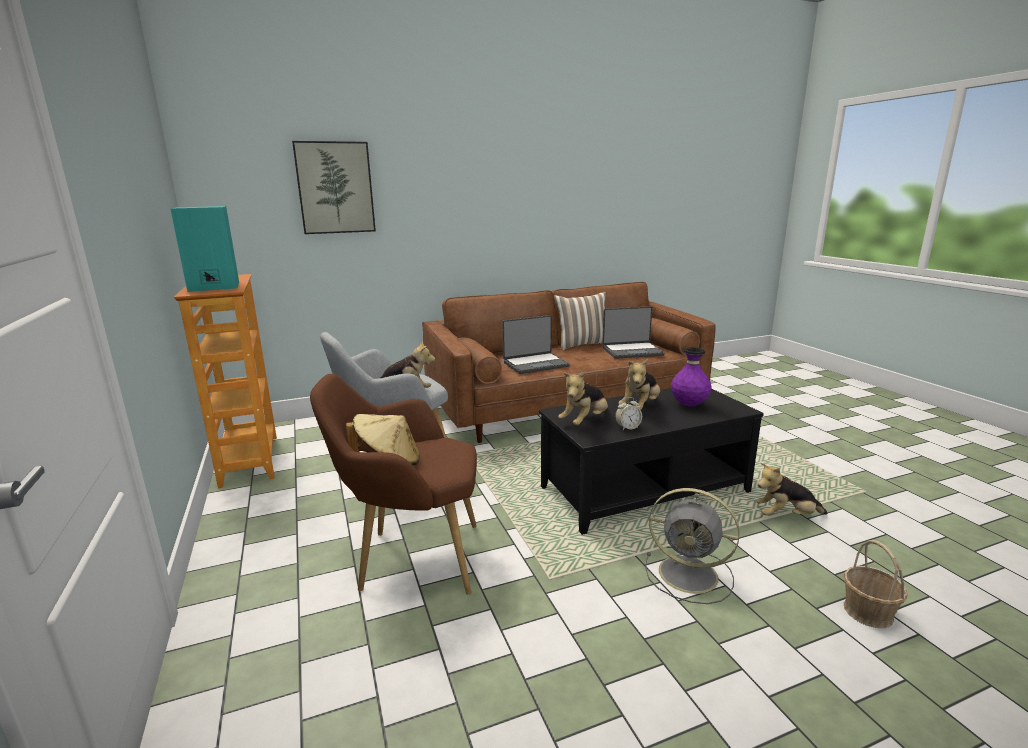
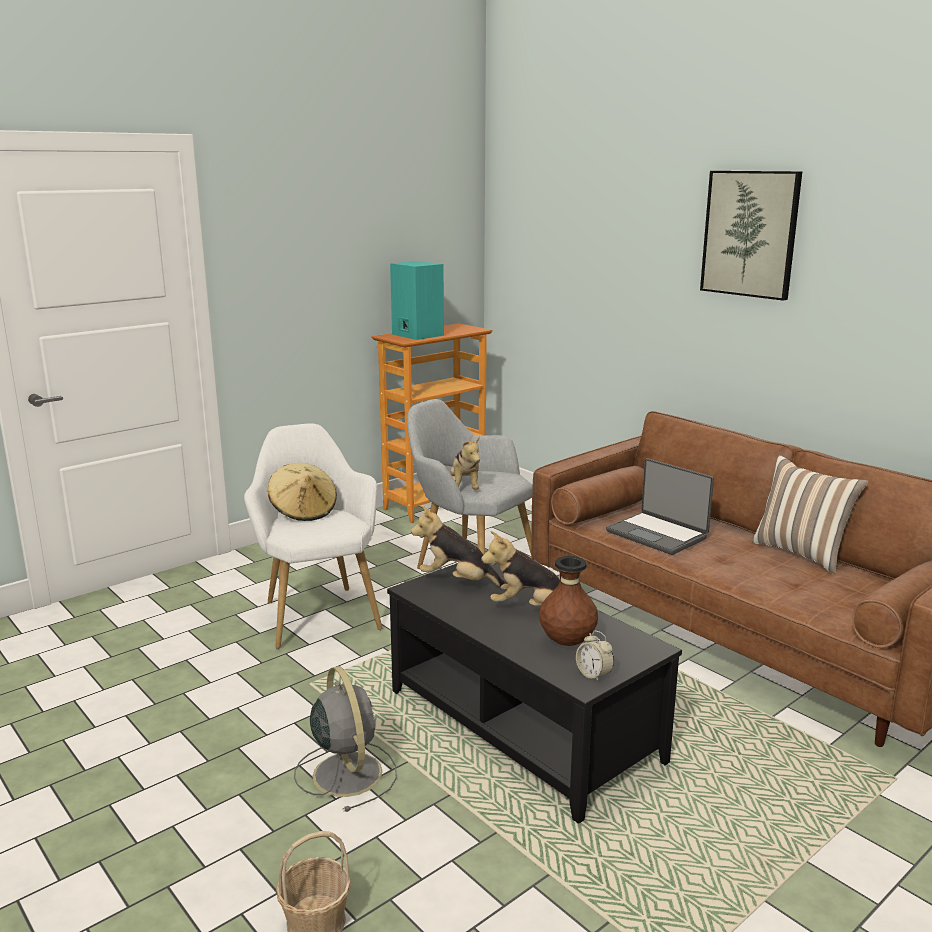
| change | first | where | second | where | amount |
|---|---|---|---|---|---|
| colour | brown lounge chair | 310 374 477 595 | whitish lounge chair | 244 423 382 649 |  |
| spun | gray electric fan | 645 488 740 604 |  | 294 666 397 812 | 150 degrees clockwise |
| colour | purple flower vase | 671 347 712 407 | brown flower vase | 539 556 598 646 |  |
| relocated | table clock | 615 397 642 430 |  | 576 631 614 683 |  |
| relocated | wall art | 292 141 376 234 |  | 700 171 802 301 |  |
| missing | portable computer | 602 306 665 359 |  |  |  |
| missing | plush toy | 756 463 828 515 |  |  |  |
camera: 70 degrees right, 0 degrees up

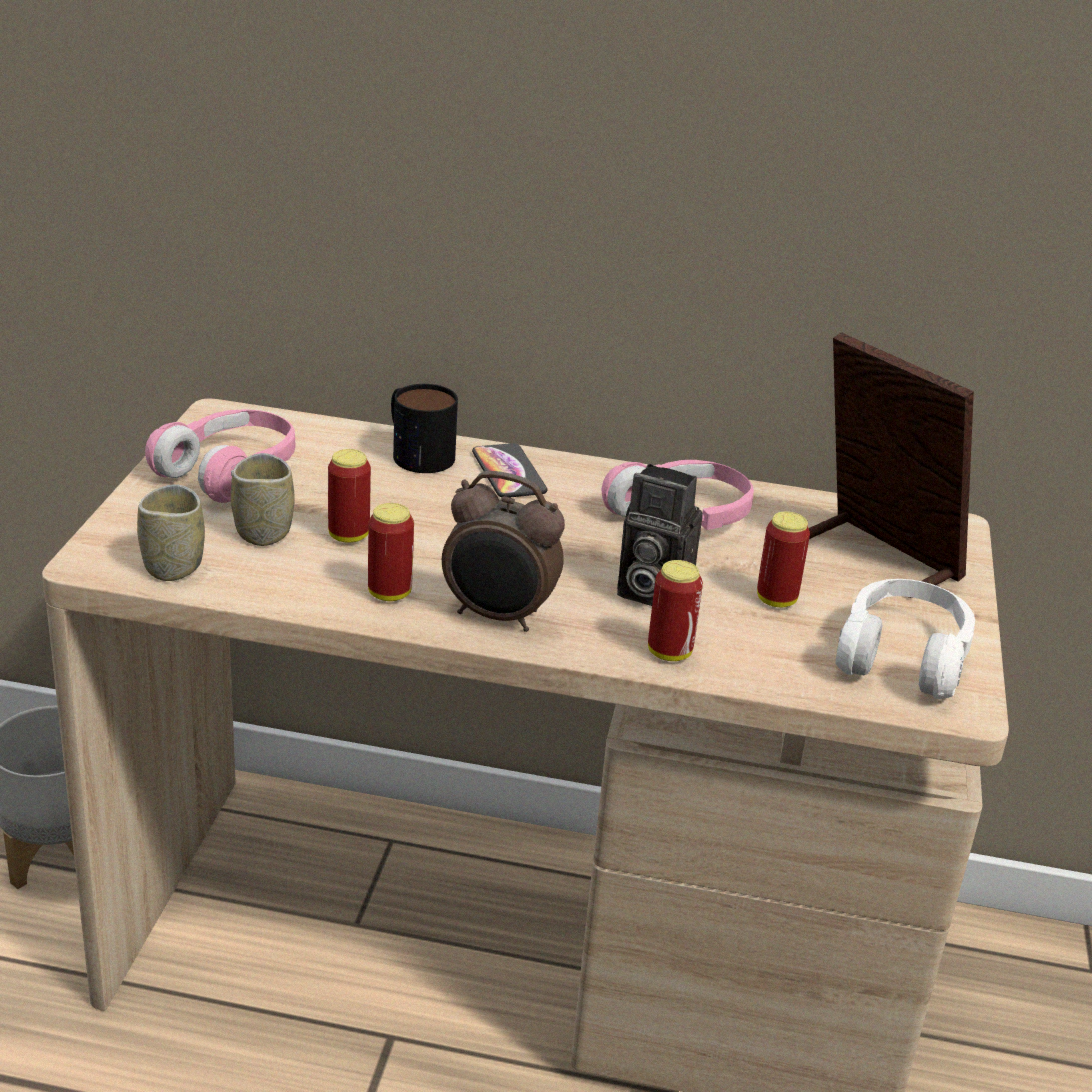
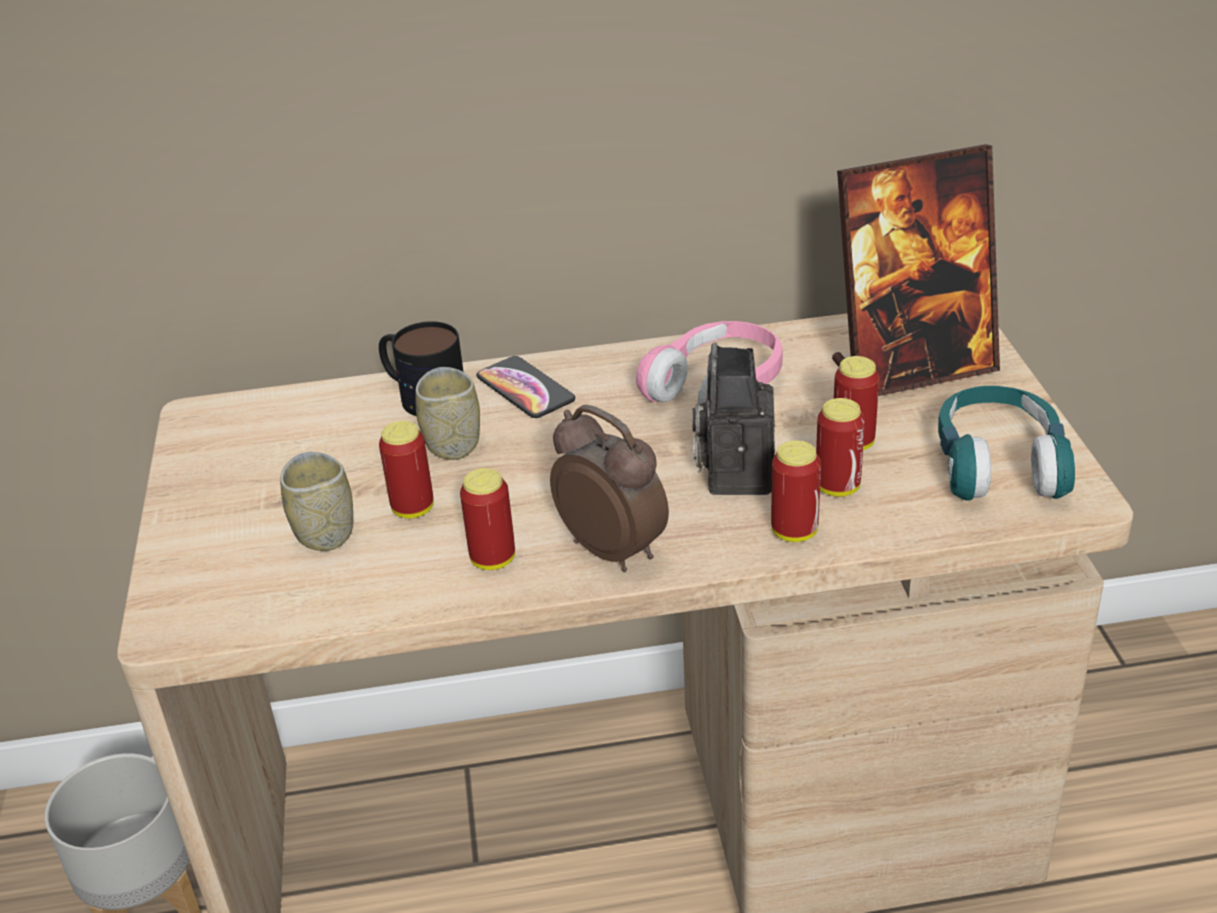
| change | first | where | second | where | amount |
|---|---|---|---|---|---|
| relocated | small cup | 137 484 205 581 |  | 415 367 480 460 |  |
| spun | table clock | 442 471 565 632 |  | 550 404 669 572 | 135 degrees counterclockwise |
| spun | still camera | 617 464 703 606 |  | 692 343 775 495 | 90 degrees clockwise |
| appeared |  |  | sealed can | 816 398 865 497 |  |
| spun | picture frame | 809 332 974 598 |  | 832 144 1000 396 | 135 degrees clockwise |
| colour | whitish headphones | 836 579 975 699 | blue-green headphones | 938 386 1075 500 |  |
| missing | pink-coloured headphones | 145 409 296 503 |  |  |  |
camera: 15 degrees left, 5 degrees up

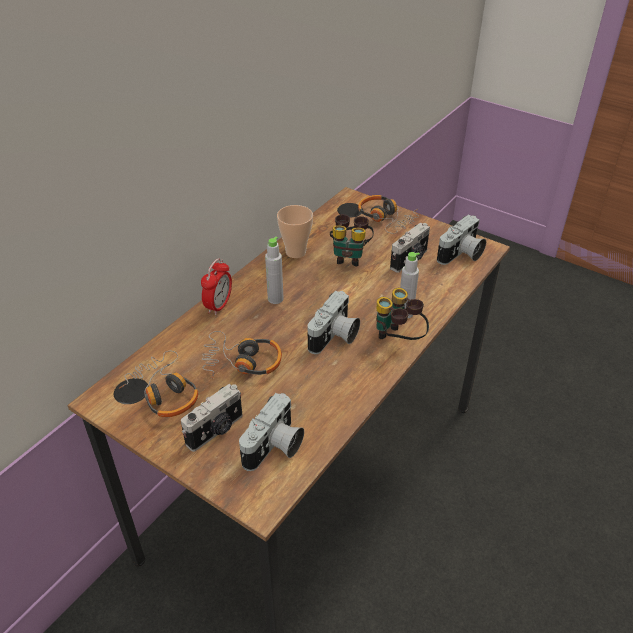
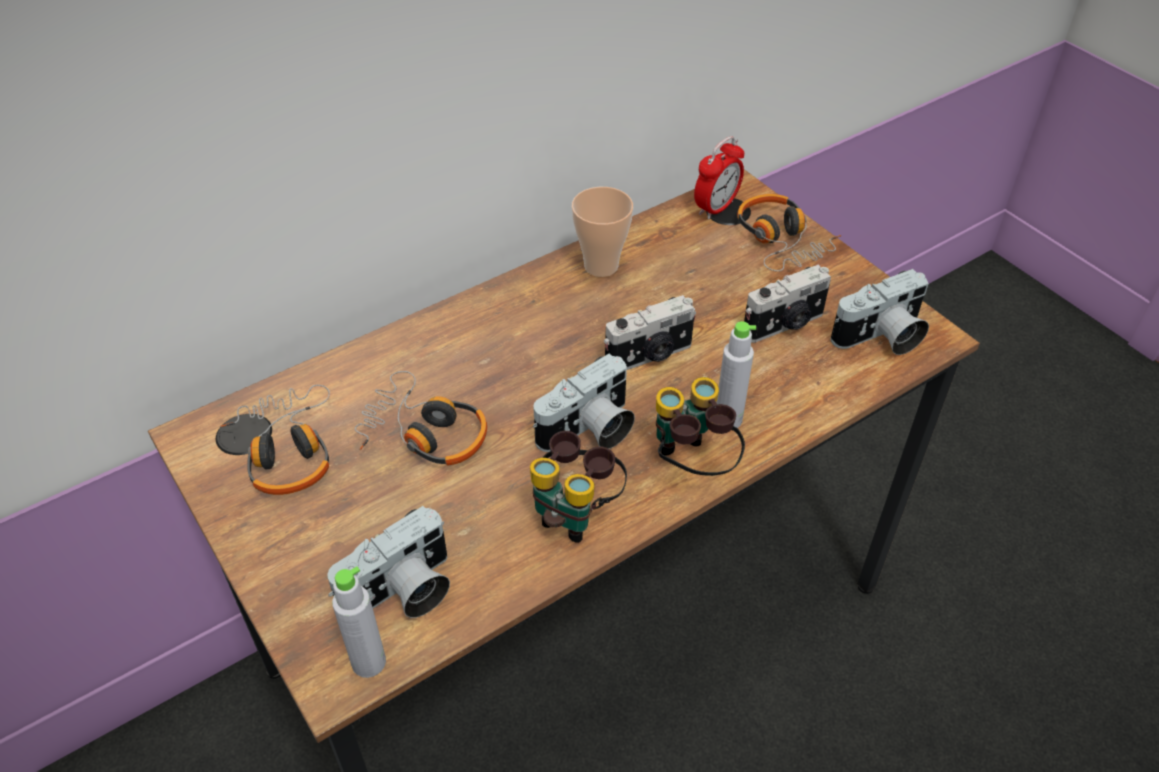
| change | first | where | second | where | amount |
|---|---|---|---|---|---|
| relocated | gray bottle | 265 237 283 304 |  | 332 566 386 678 |  |
| relocated | pair of binoculars | 330 214 374 266 |  | 530 431 627 543 |  |
| relocated | still camera | 181 384 242 452 |  | 604 295 696 370 |  |
| relocated | table clock | 201 258 232 315 |  | 694 136 744 220 |  |
camera: 20 degrees right, 5 degrees up

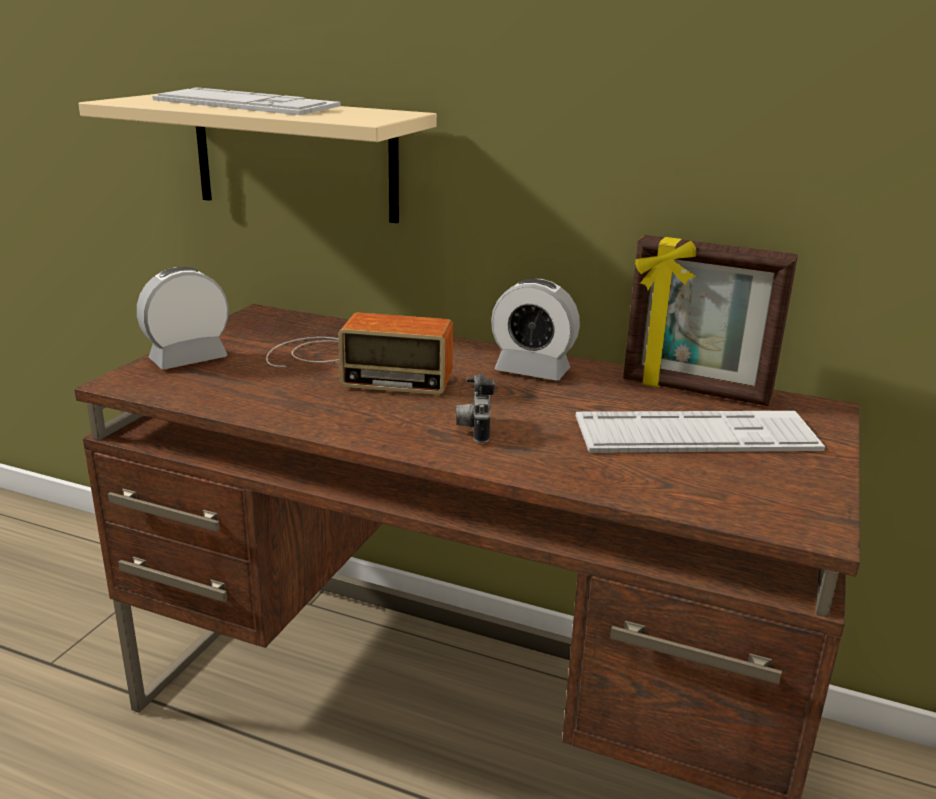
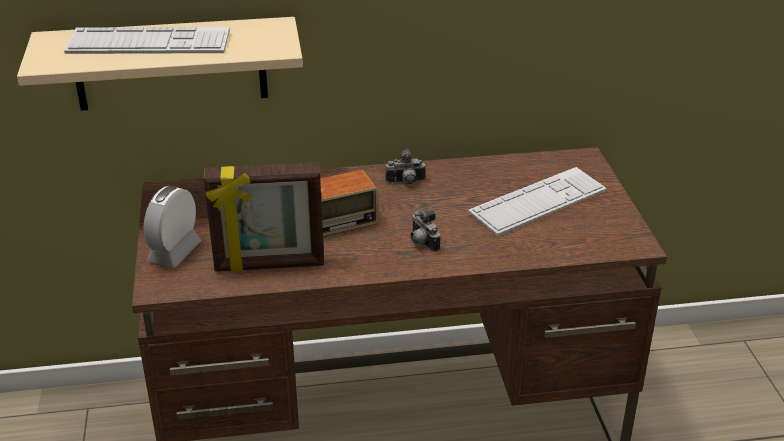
| change | first | where | second | where | amount |
|---|---|---|---|---|---|
| relocated | picture frame | 623 235 798 406 |  | 204 162 324 272 |  |
| exchanged | table clock | 491 279 580 381 | still camera | 385 149 426 185 |  |
camera: 30 degrees left, 10 degrees up

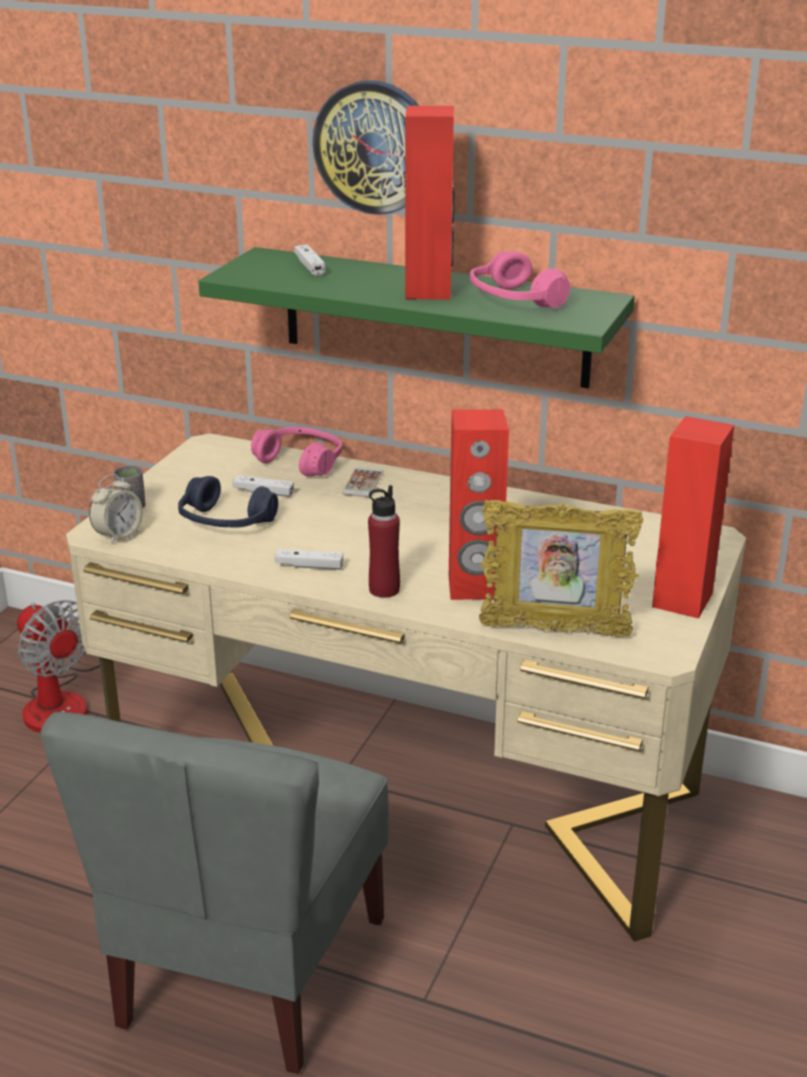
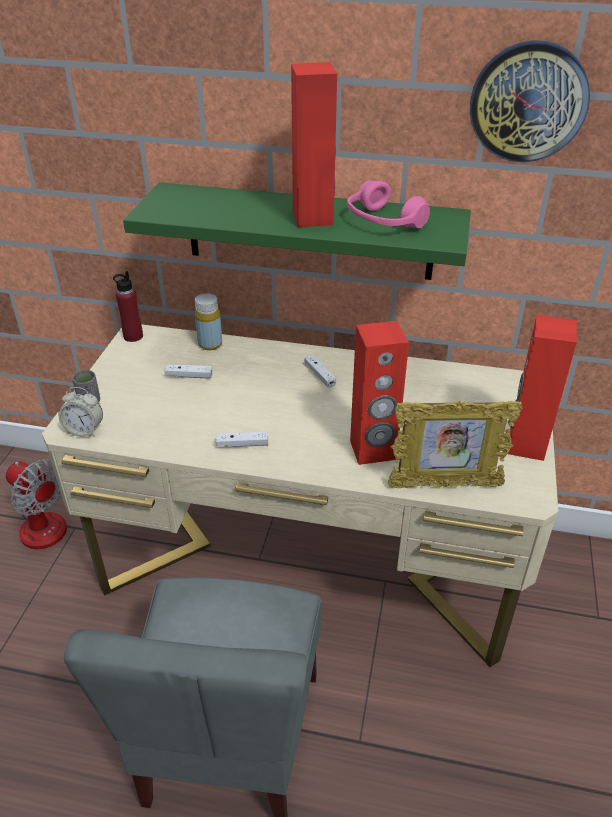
| change | first | where | second | where | amount |
|---|---|---|---|---|---|
| spun | table clock | 89 474 143 544 |  | 58 387 103 437 | 75 degrees clockwise |
| relocated | red bottle | 368 485 400 598 |  | 113 271 143 342 |  |
| exchanged | pink-coloured headphones | 251 427 342 477 | yellow-coloured bottle | 195 293 222 350 |  |
| relocated | whitish gamepad | 294 245 325 276 |  | 304 355 336 388 |  |
| relocated | hanging clock | 312 80 419 215 |  | 470 40 590 162 |  |
| missing | blue headphones | 178 476 278 528 |  |  |  |
| missing | phone | 342 467 384 497 |  |  |  |
camera: 10 degrees left, 10 degrees up

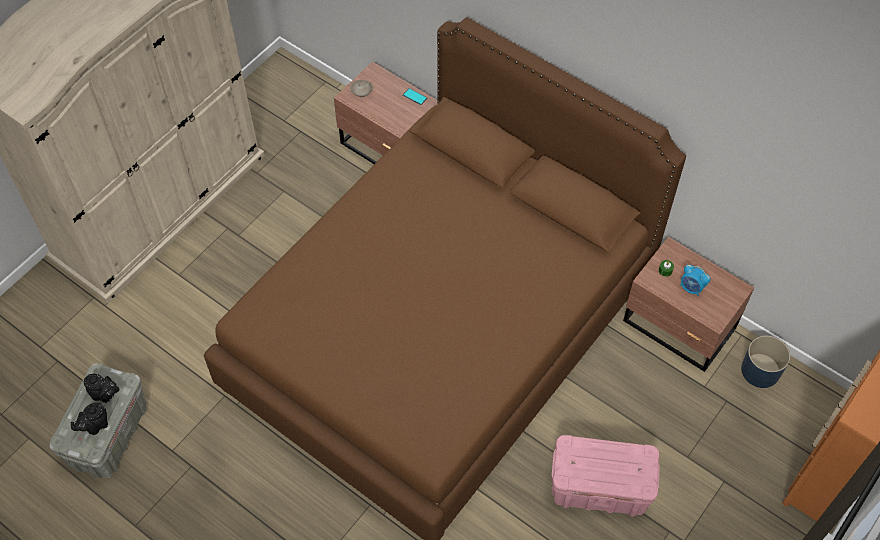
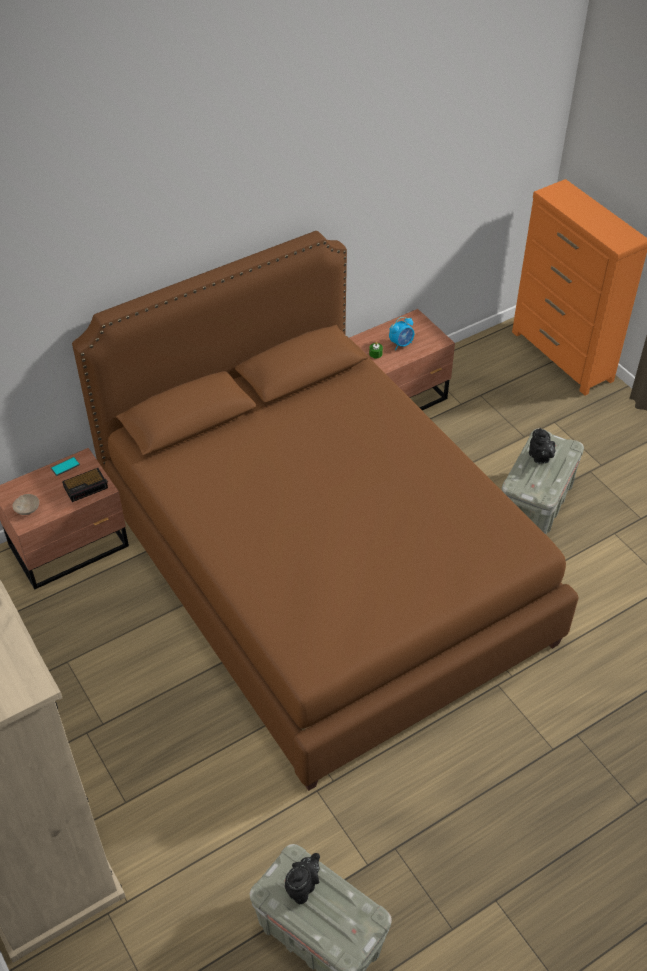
| change | first | where | second | where | amount |
|---|---|---|---|---|---|
| appeared |  |  | table clock | 62 468 108 502 |  |
| colour | pink-coloured storage box | 551 435 660 517 | gray storage box | 502 428 584 534 |  |
| relocated | black-coloured tea pot | 71 402 108 435 |  | 529 428 555 464 |  |
| missing | blue planter | 741 336 790 388 |  |  |  |
camera: 70 degrees left, 10 degrees down

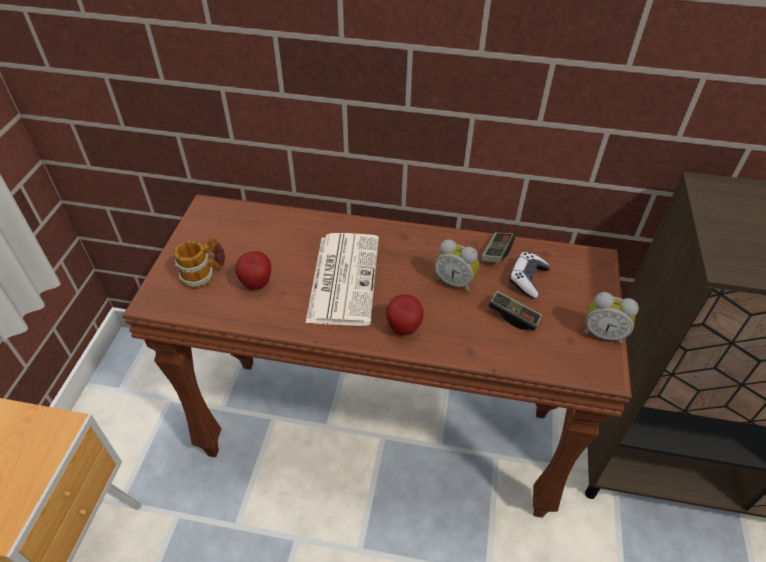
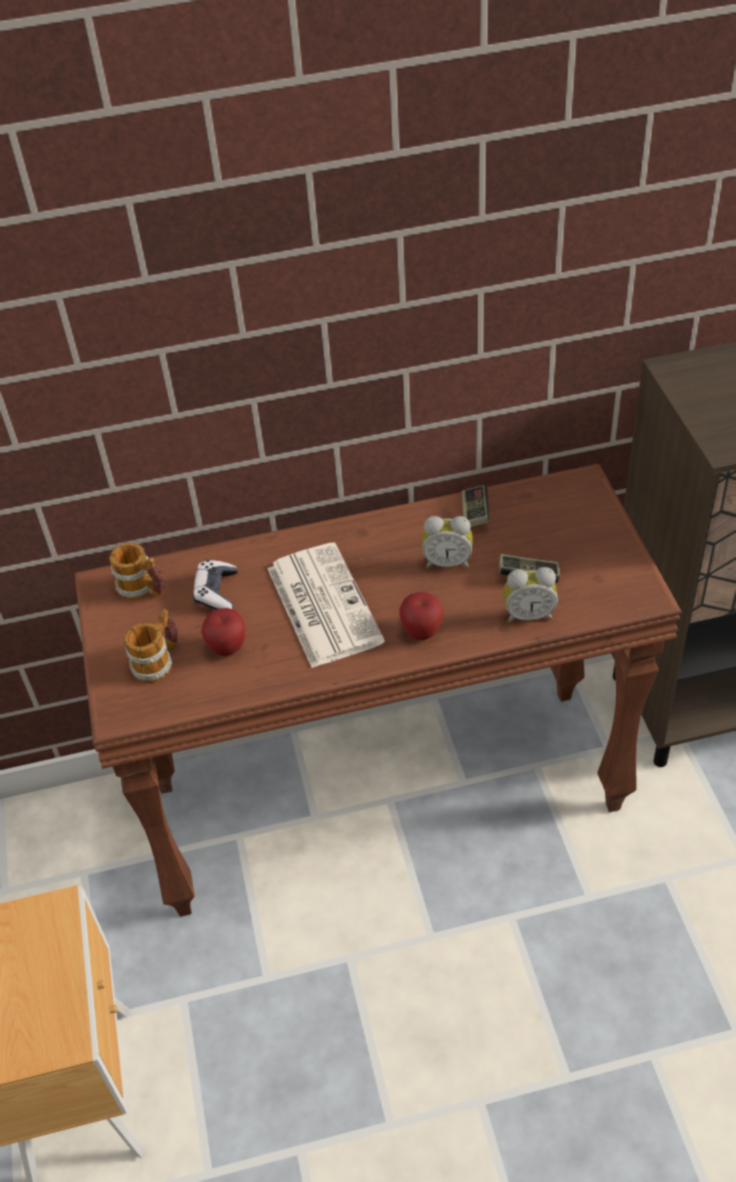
| change | first | where | second | where | amount |
|---|---|---|---|---|---|
| appeared |  |  | coffee mug | 109 543 165 600 |  |
| relocated | gamepad | 509 252 550 298 |  | 193 560 237 610 |  |
| relocated | table clock | 583 292 639 345 |  | 503 567 558 623 |  |
camera: 20 degrees left, 0 degrees up

